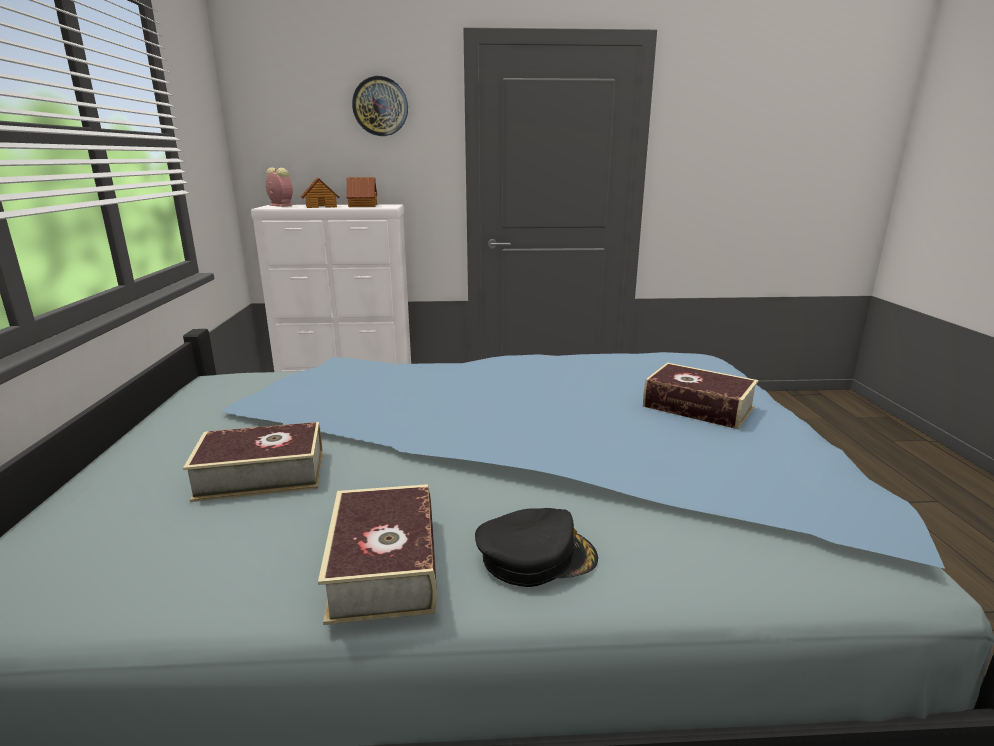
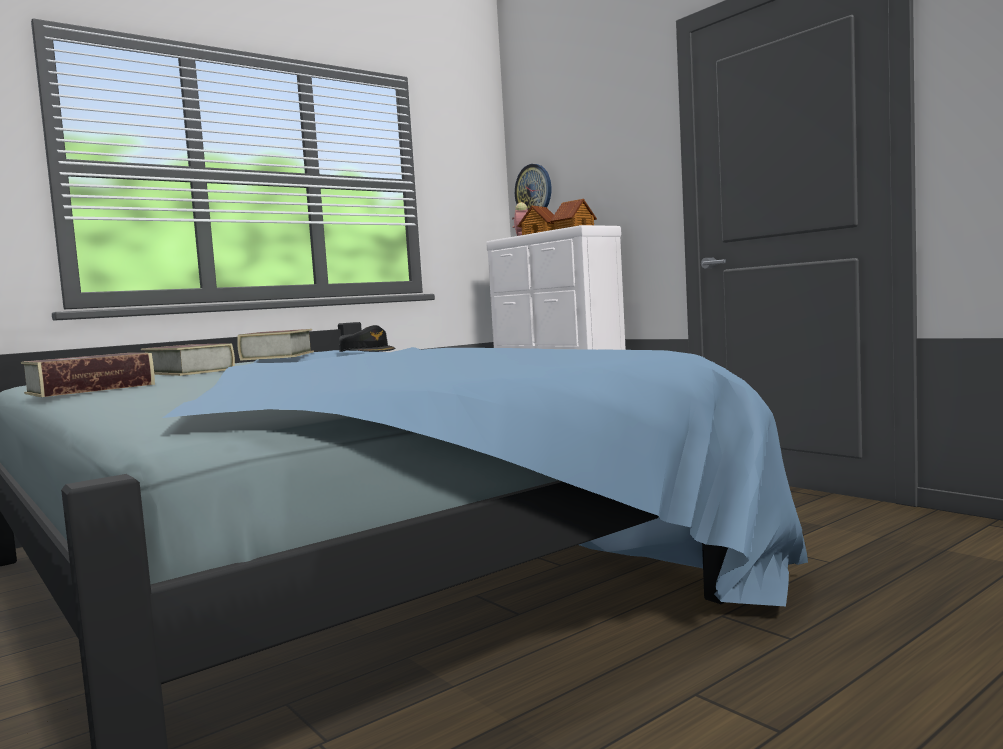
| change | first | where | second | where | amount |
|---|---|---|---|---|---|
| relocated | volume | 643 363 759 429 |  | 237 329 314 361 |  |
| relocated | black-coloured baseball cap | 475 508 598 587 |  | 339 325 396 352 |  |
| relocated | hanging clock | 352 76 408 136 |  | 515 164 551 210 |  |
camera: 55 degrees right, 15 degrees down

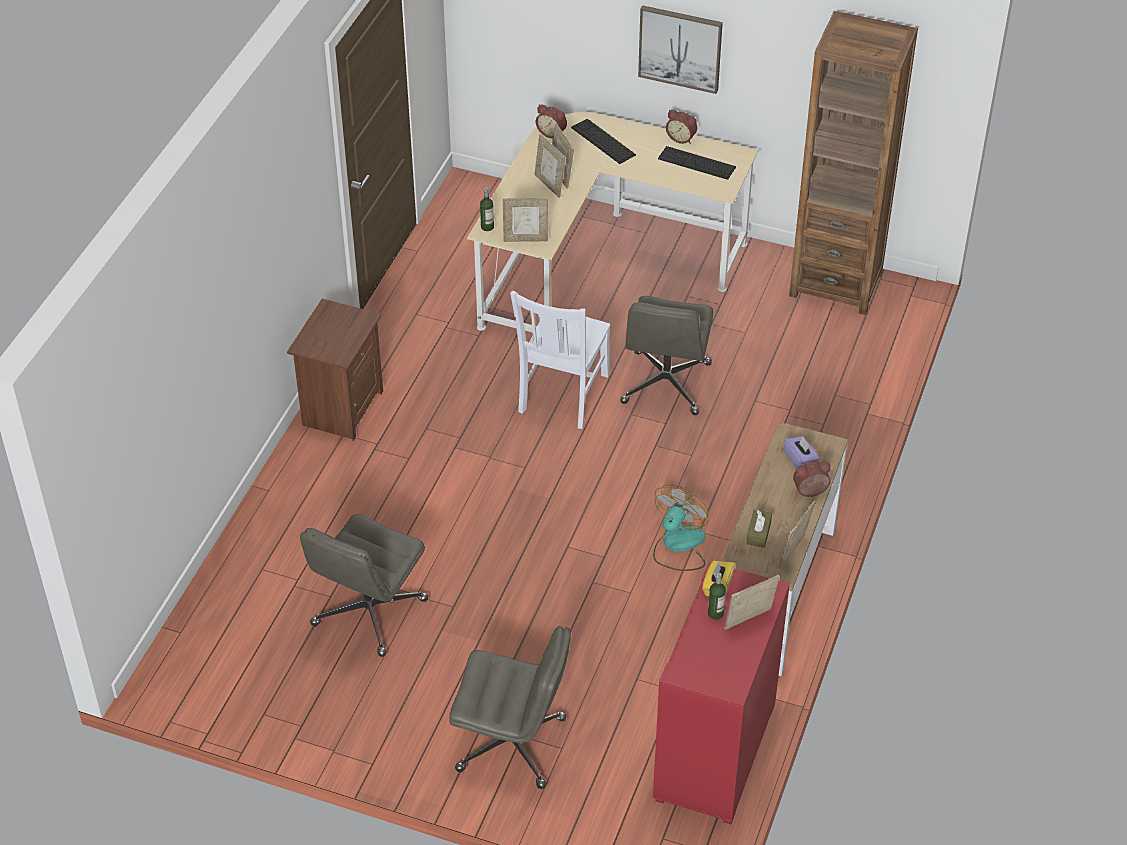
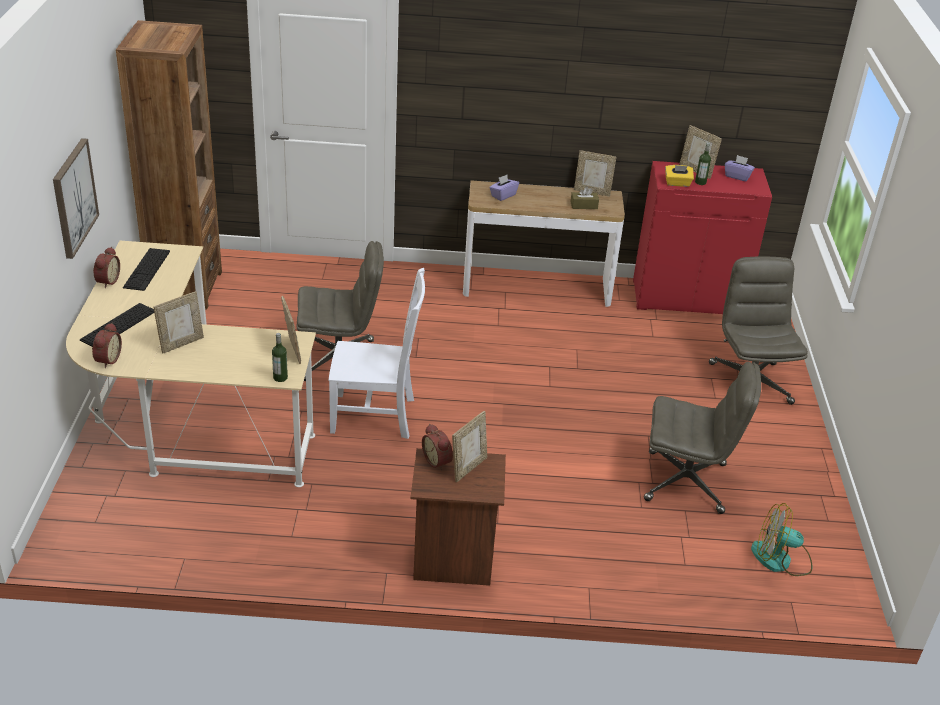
| change | first | where | second | where | amount |
|---|---|---|---|---|---|
| relocated | table clock | 793 461 831 497 |  | 422 424 453 471 |  |
| relocated | picture frame | 535 134 565 198 |  | 452 411 487 482 |  |
| appeared |  |  | purple box of tissues | 725 155 755 181 |  |
| relocated | electric fan | 653 484 708 571 |  | 751 503 813 576 |  |
camera: 110 degrees left, 10 degrees down

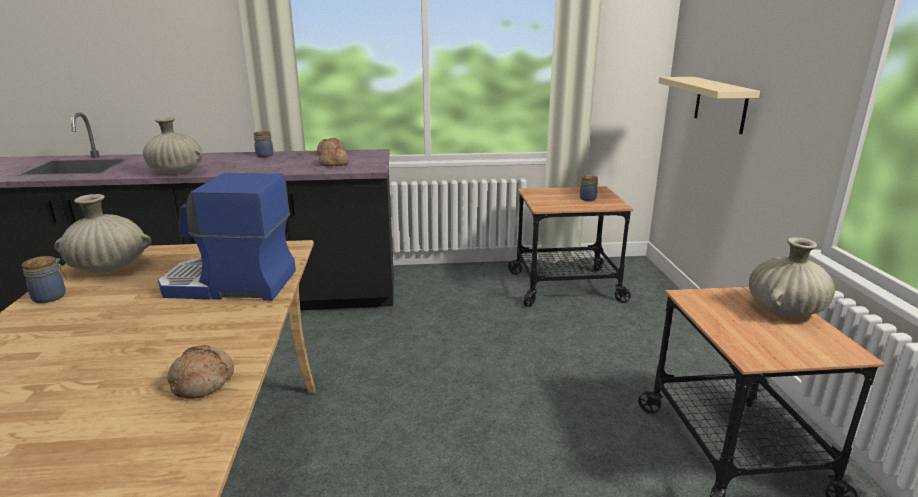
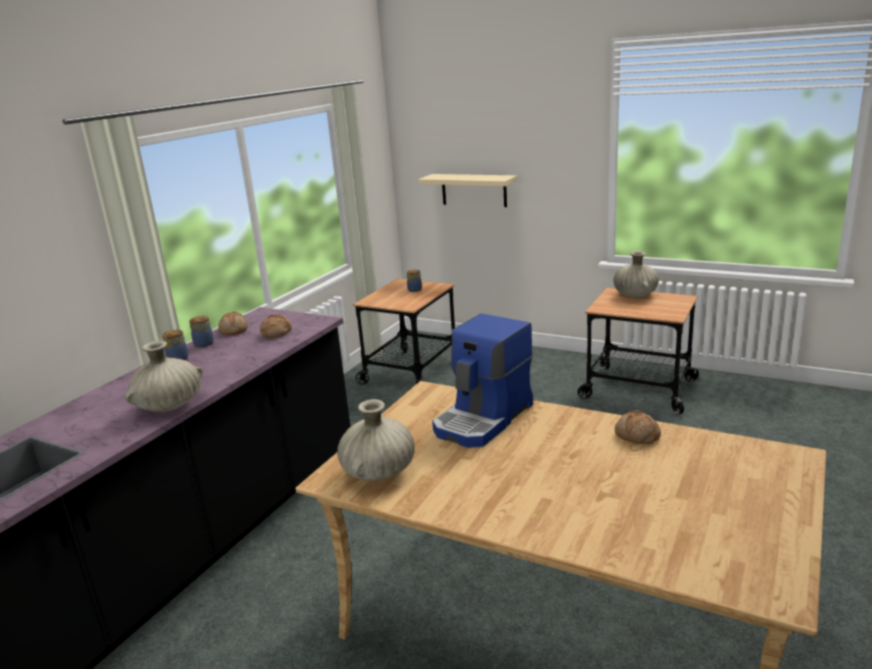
| change | first | where | second | where | amount |
|---|---|---|---|---|---|
| relocated | jar | 22 256 67 303 |  | 189 316 214 347 |  |
camera: 55 degrees left, 0 degrees up

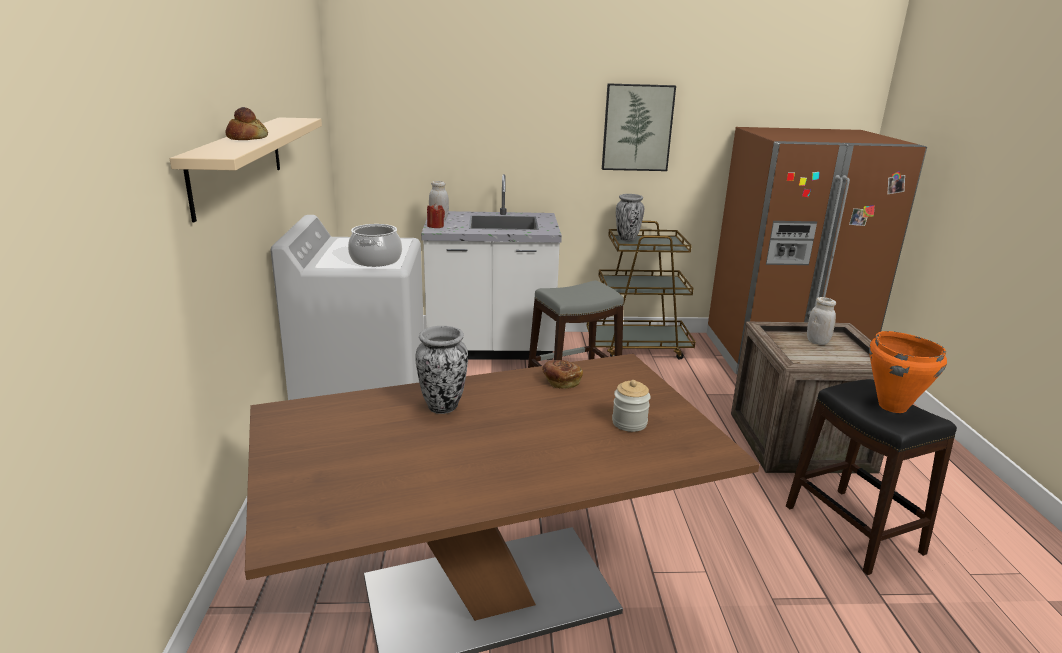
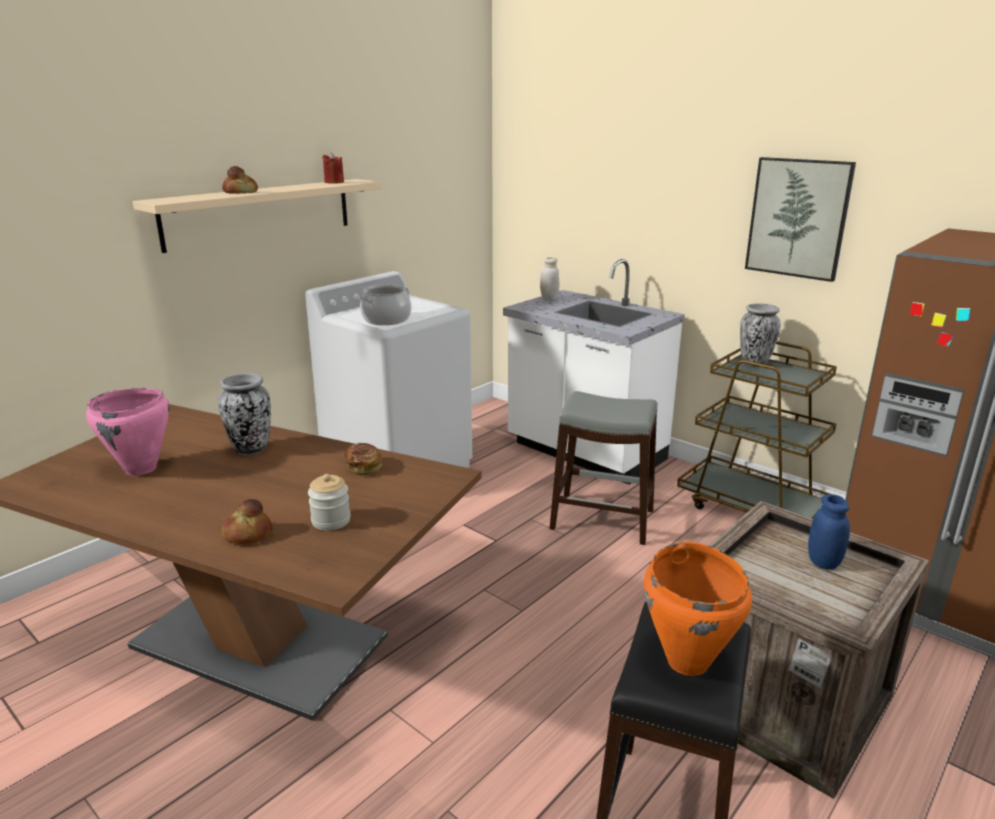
| change | first | where | second | where | amount |
|---|---|---|---|---|---|
| appeared |  |  | pink-coloured saucepot | 86 388 170 476 |  |
| appeared |  |  | bread | 221 499 273 544 |  |
| relocated | red wax light | 427 203 445 228 |  | 322 153 344 184 |  |
| colour | whitish jar | 807 297 836 345 | blue jar | 808 494 850 570 |  |
camera: 45 degrees right, 0 degrees up

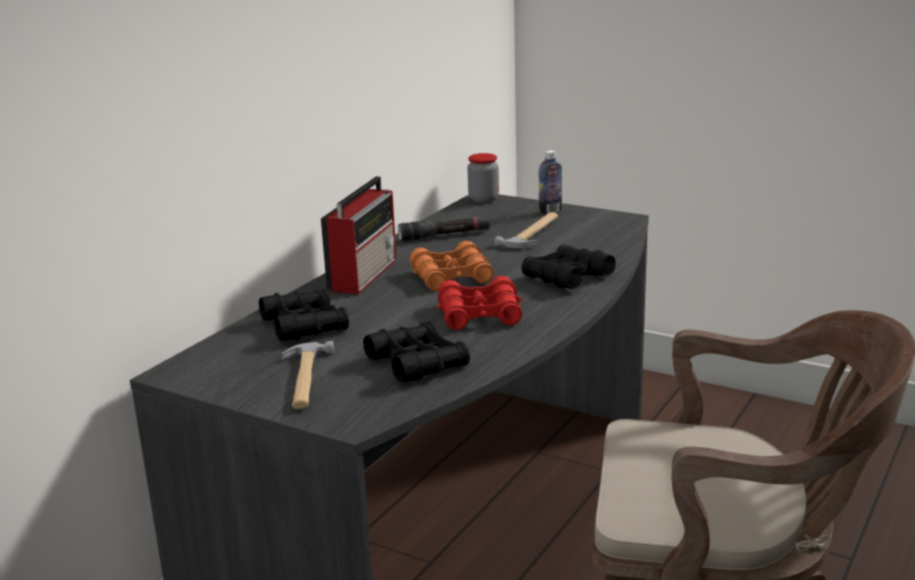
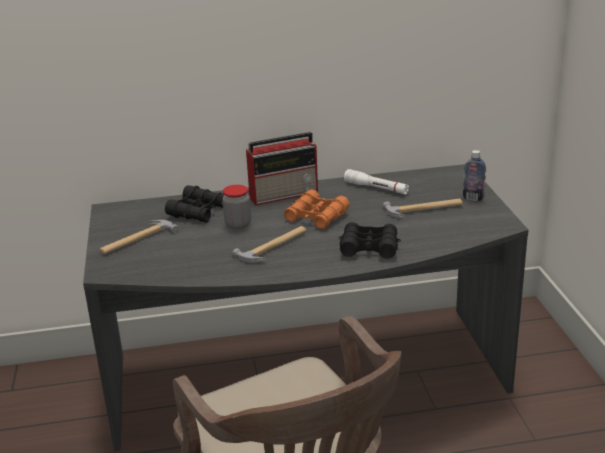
| change | first | where | second | where | amount |
|---|---|---|---|---|---|
| relocated | jar | 467 153 499 203 |  | 222 185 251 229 |  |
| exchanged | red pair of binoculars | 436 276 523 330 | tool hammer | 232 226 306 263 |  |
| colour | black-coloured hand torch | 398 216 490 241 | whitish hand torch | 344 169 409 194 |  |
| missing | black-coloured pair of binoculars | 363 321 470 382 |  |  |  |
camera: 50 degrees right, 5 degrees up

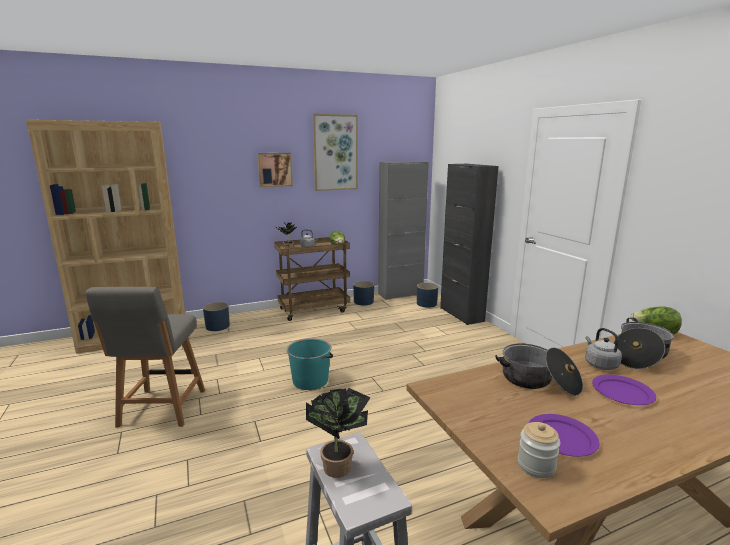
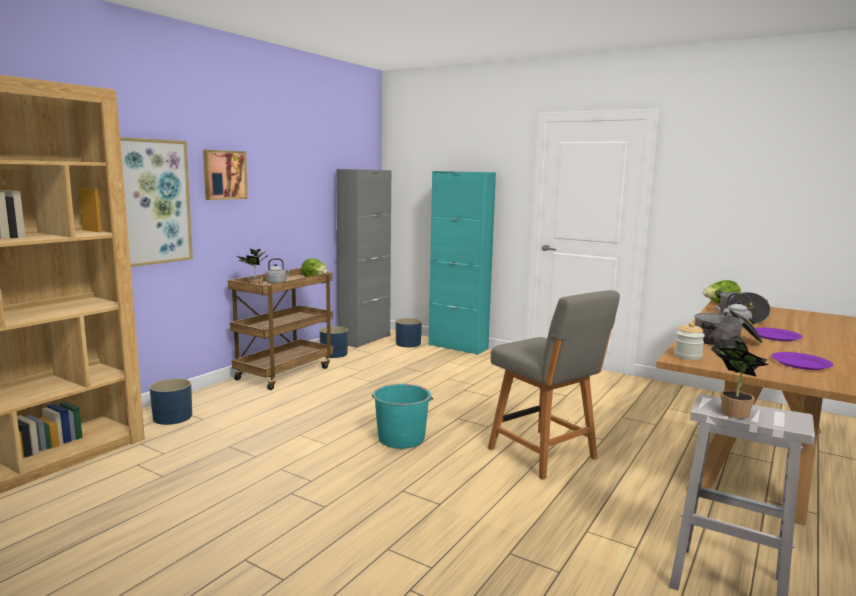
| change | first | where | second | where | amount |
|---|---|---|---|---|---|
| relocated | wall art | 313 114 358 191 |  | 120 137 193 267 |  |
| colour | black-coloured storage cabinet | 440 164 498 325 | blue-green storage cabinet | 429 171 496 355 |  |
| relocated | gray chair | 85 287 205 427 |  | 488 290 620 480 |  |
| relocated | jar | 518 422 560 478 |  | 674 322 705 360 |  |
camera: 35 degrees left, 5 degrees down

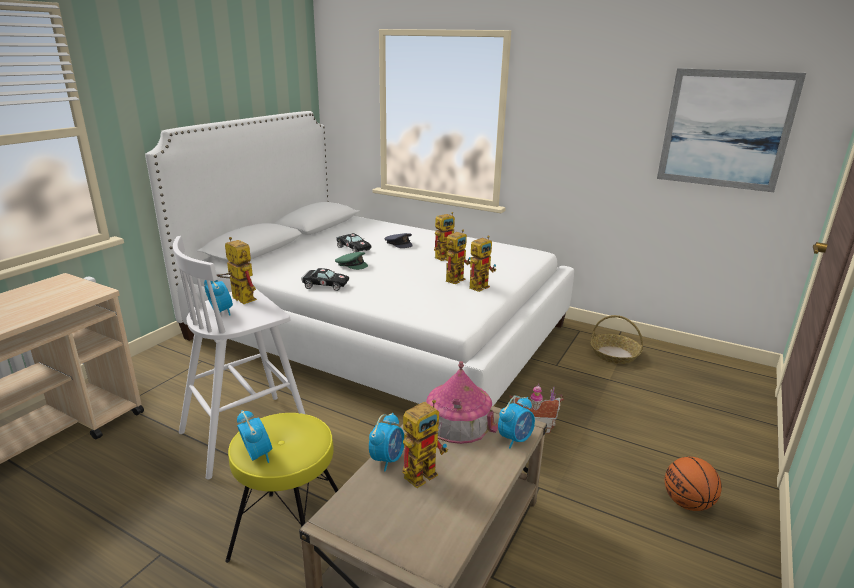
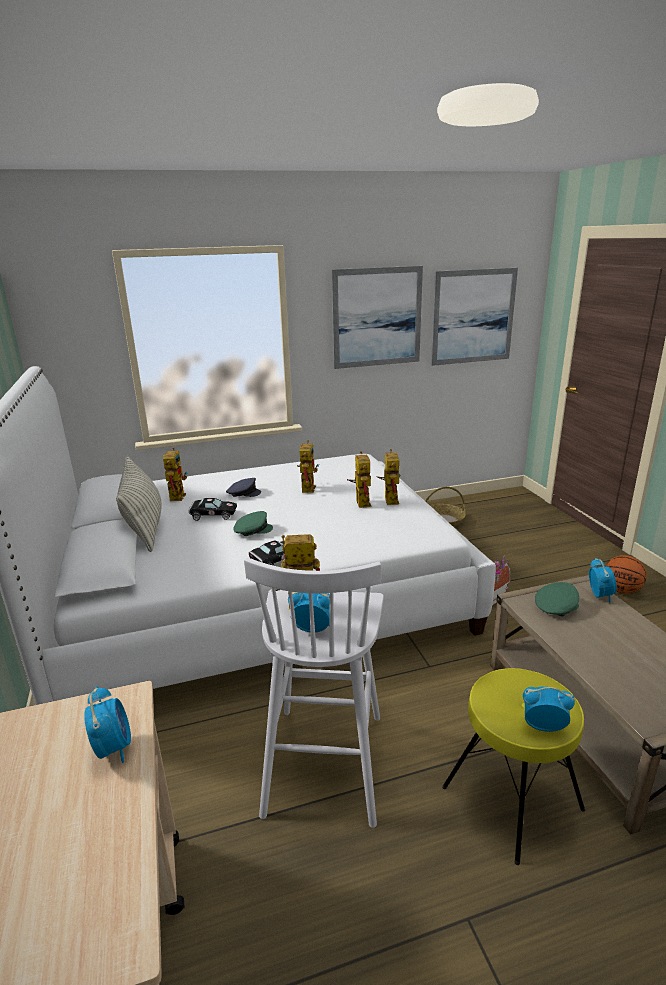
| change | first | where | second | where | amount |
|---|---|---|---|---|---|
| relocated | table clock | 369 413 404 471 |  | 84 686 131 763 |  |
| appeared |  |  | pillow | 116 456 162 552 |  |
| relocated | toy robot | 402 400 448 488 |  | 163 447 187 501 |  |
| appeared |  |  | wall art | 331 266 423 369 |  |
| exchanged | miniature house | 426 361 498 444 | greenish baseball cap | 535 582 579 616 |  |
camera: 45 degrees left, 0 degrees up

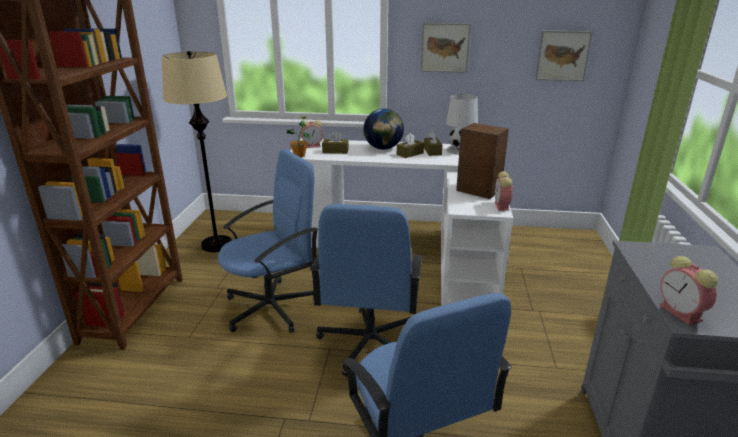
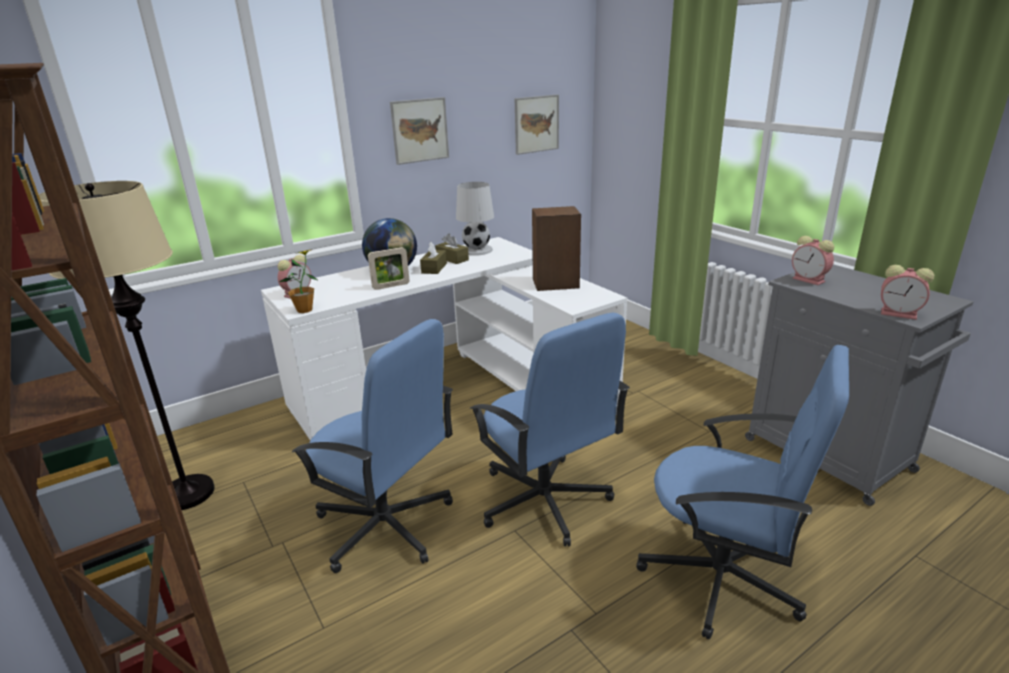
| change | first | where | second | where | amount |
|---|---|---|---|---|---|
| spun | blue computer chair | 218 149 318 333 |  | 292 319 453 573 | 105 degrees clockwise |
| appeared |  |  | picture frame | 368 247 409 290 |  |
| relocated | table clock | 495 171 514 211 |  | 792 236 834 285 |  |
| missing | brown box of tissues | 322 131 349 154 |  |  |  |
camera: 40 degrees left, 0 degrees up

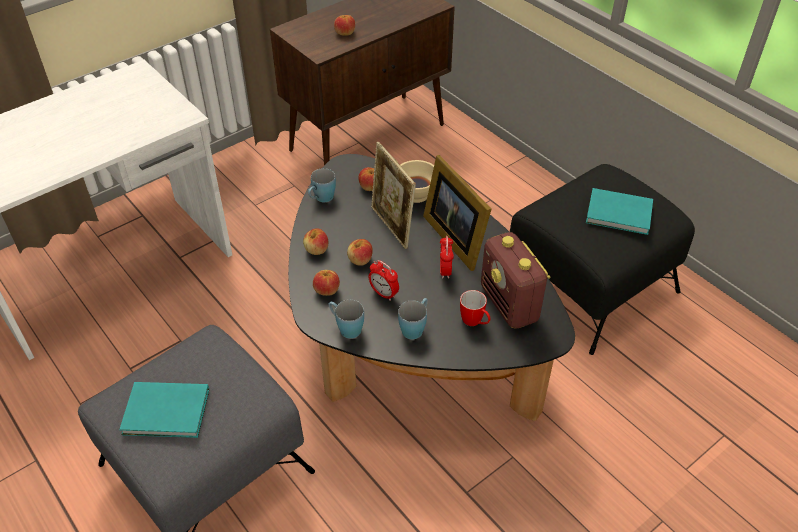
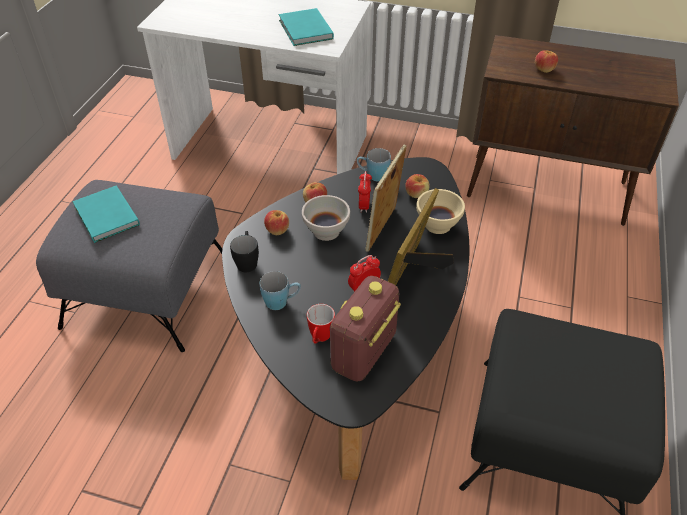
| change | first | where | second | where | amount |
|---|---|---|---|---|---|
| colour | blue coffee mug | 328 300 364 339 | black-coloured coffee mug | 230 231 259 272 |  |
| relocated | blue-green volume | 586 188 653 235 |  | 279 8 334 46 |  |
| exchanged | whole apple | 347 239 373 266 | whitish serving bowl | 302 195 350 241 |  |
| relocated | table clock | 369 260 399 301 |  | 358 171 372 213 |  |
camera: 55 degrees right, 0 degrees up

